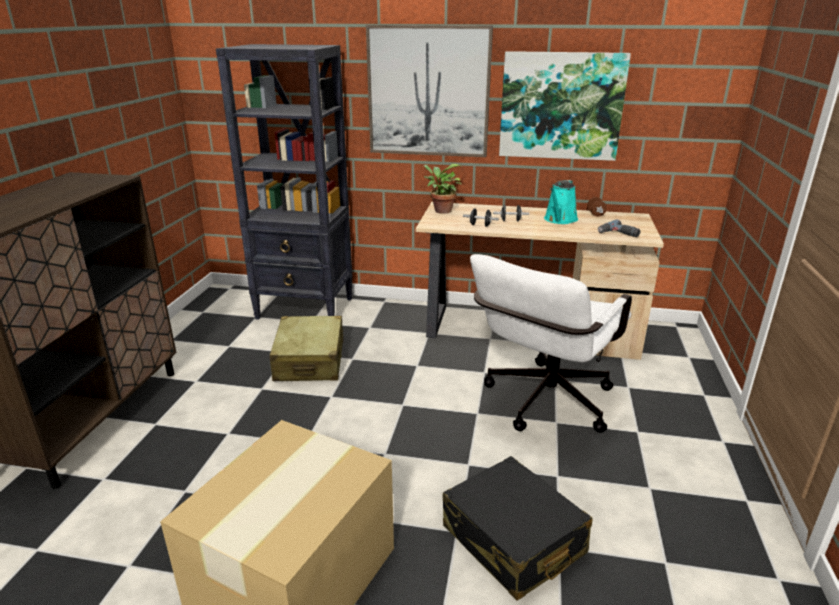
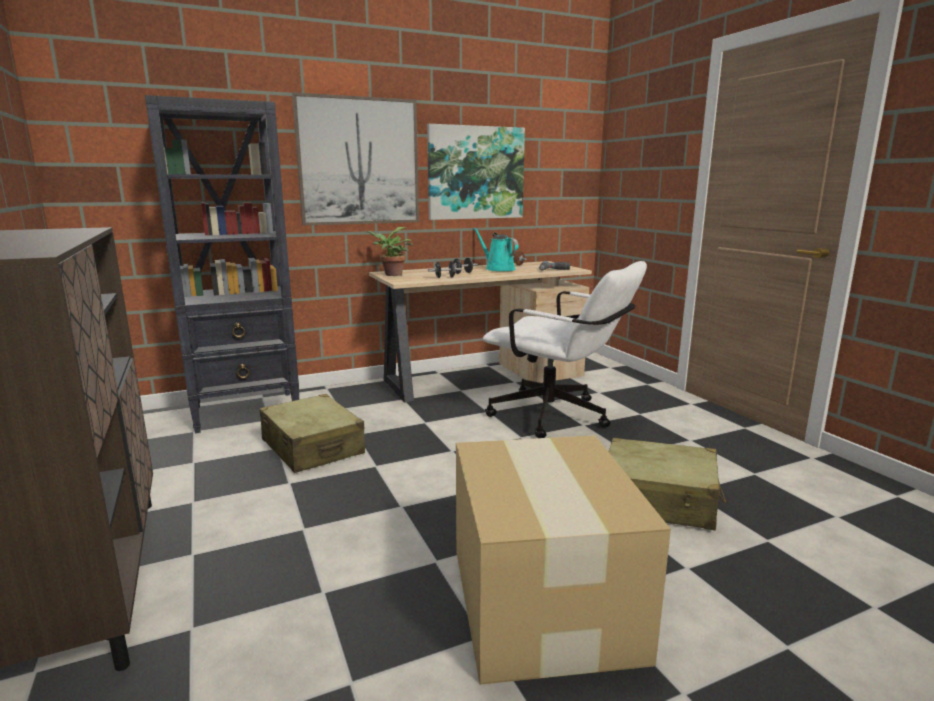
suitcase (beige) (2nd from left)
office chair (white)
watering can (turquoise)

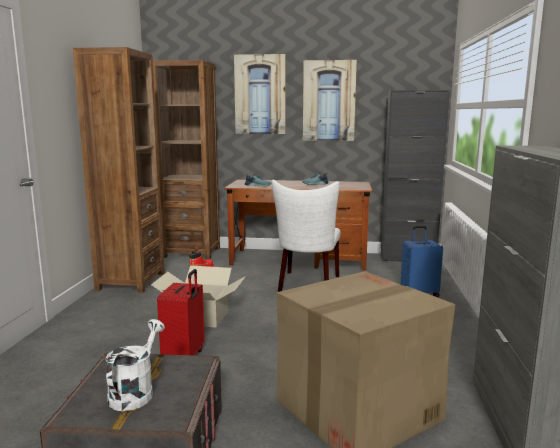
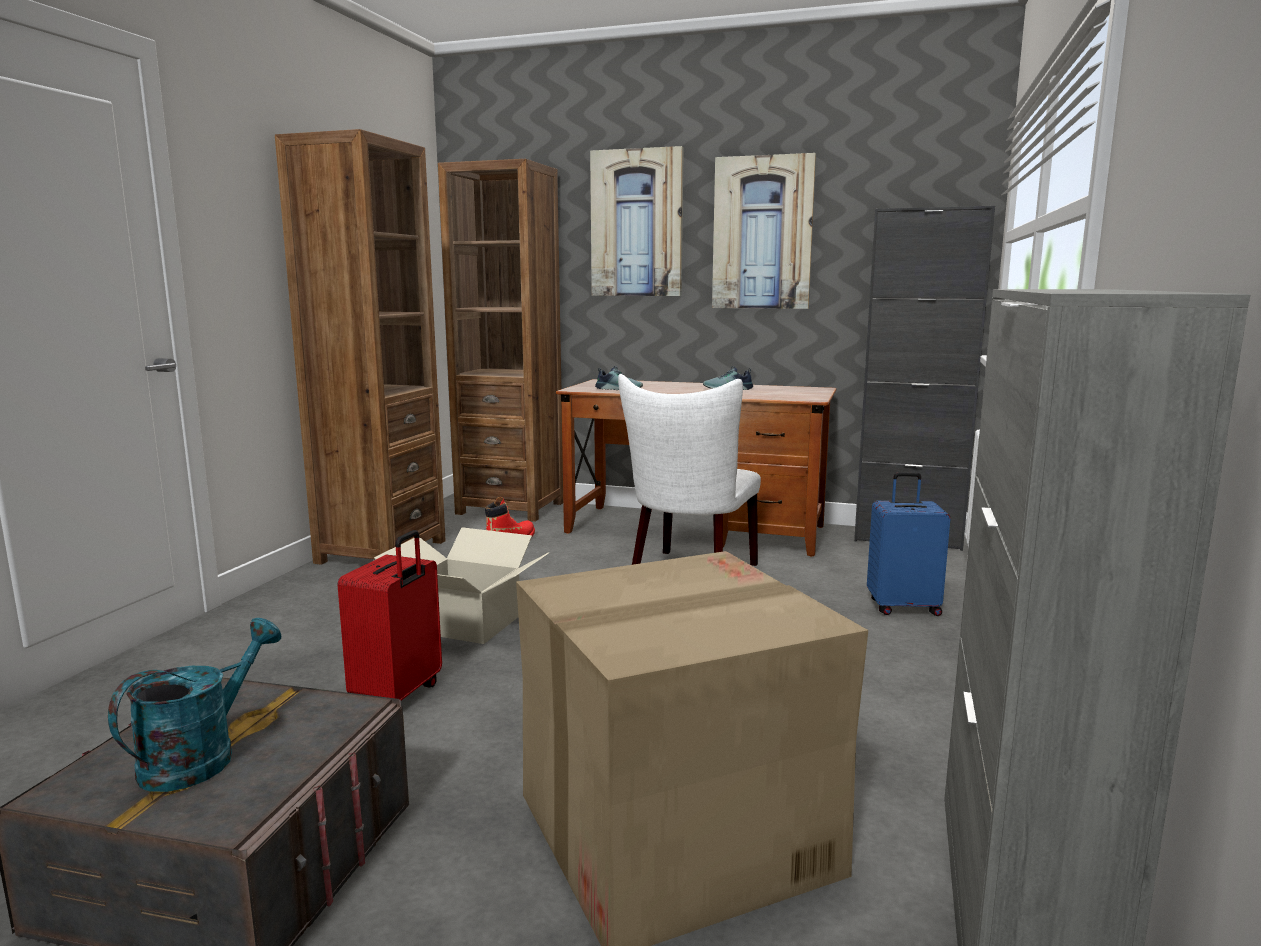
watering can (turquoise)

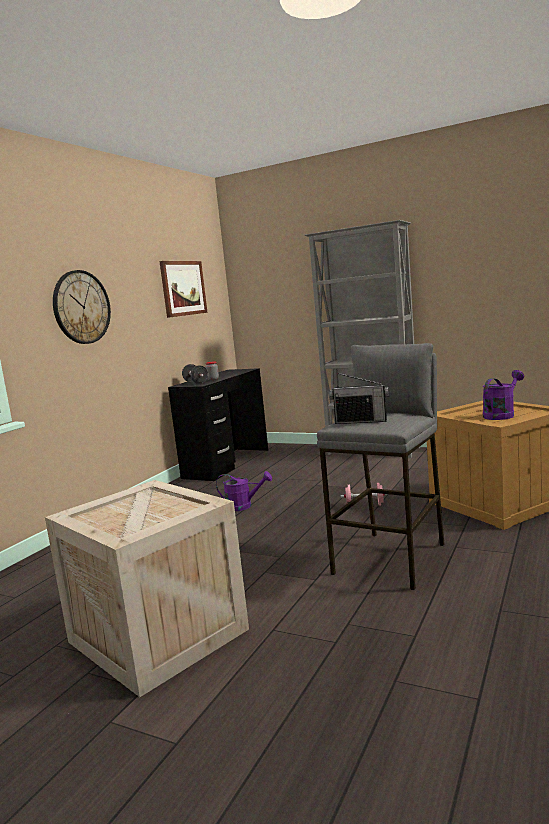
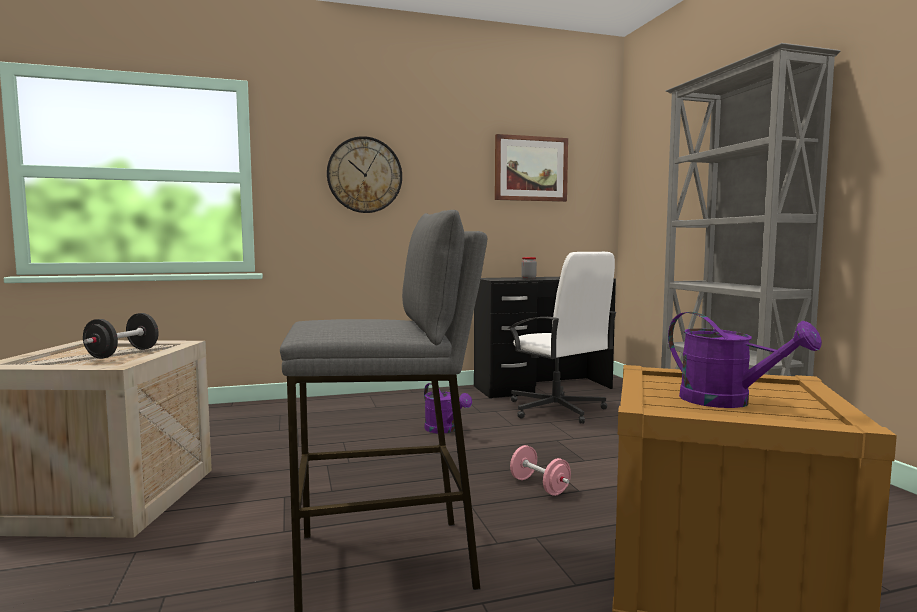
dumbbell (black)
radio
watering can (purple) (2nd from left)
office chair (white)

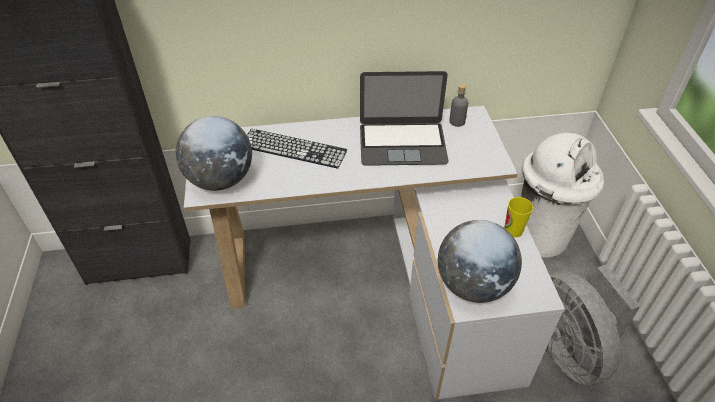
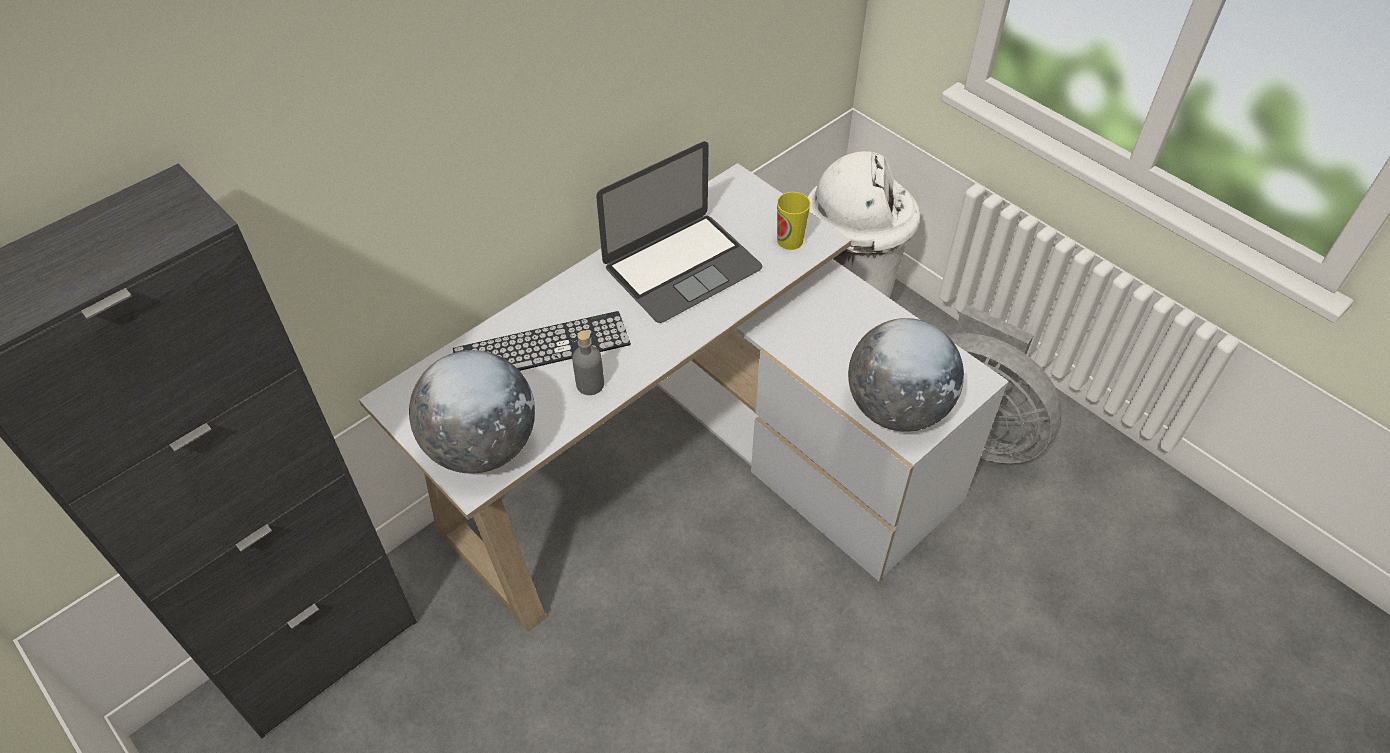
bottle (grey)
cup

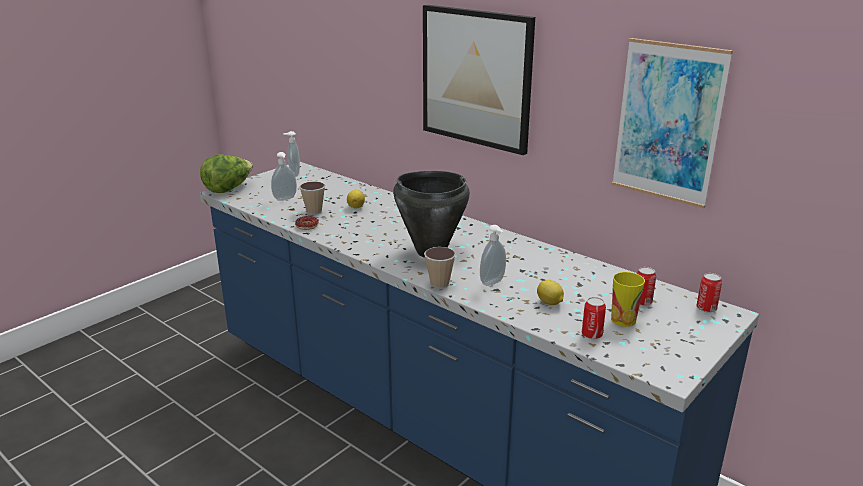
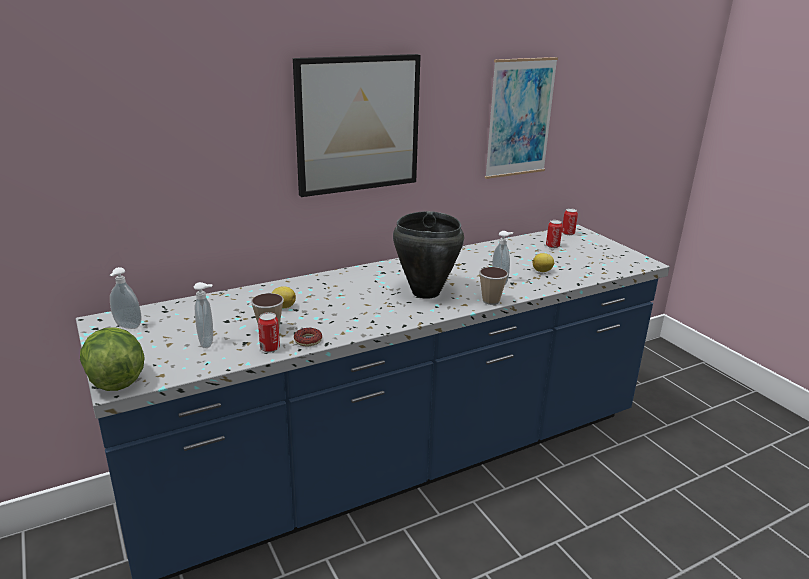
can (1st from left)
cup (3rd from left in the first image)

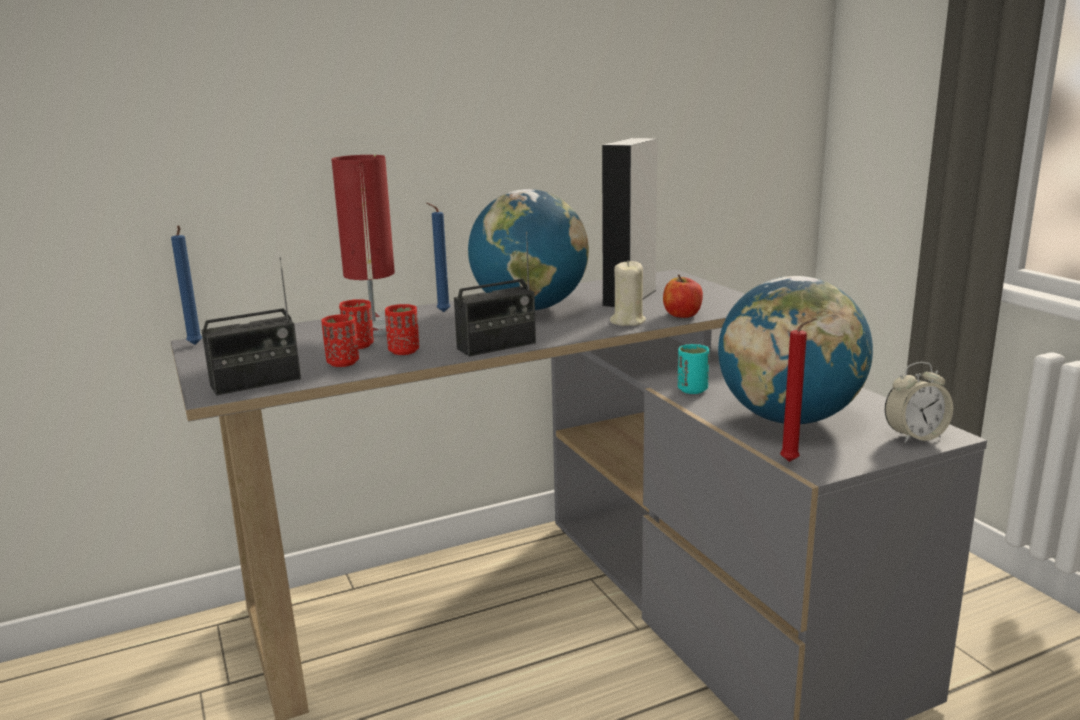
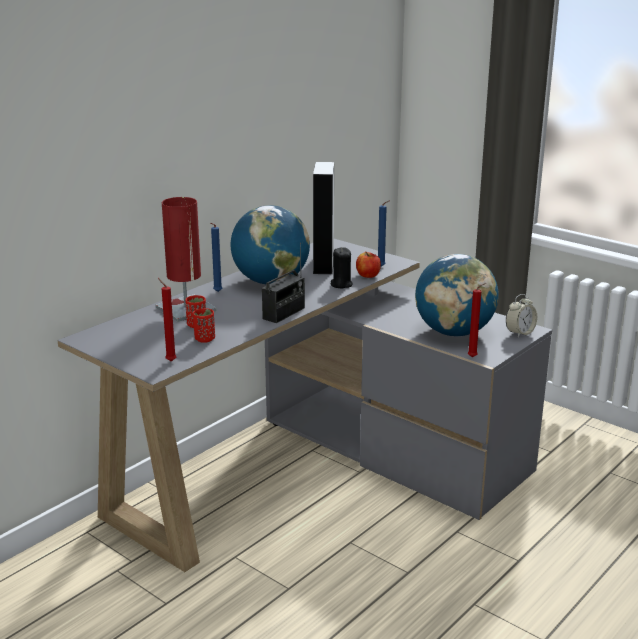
candle (blue) (2nd from left)
candle (red) (1st from left)
cup (red) (3rd from left in the first image)
candle (black)
cup (turquoise)

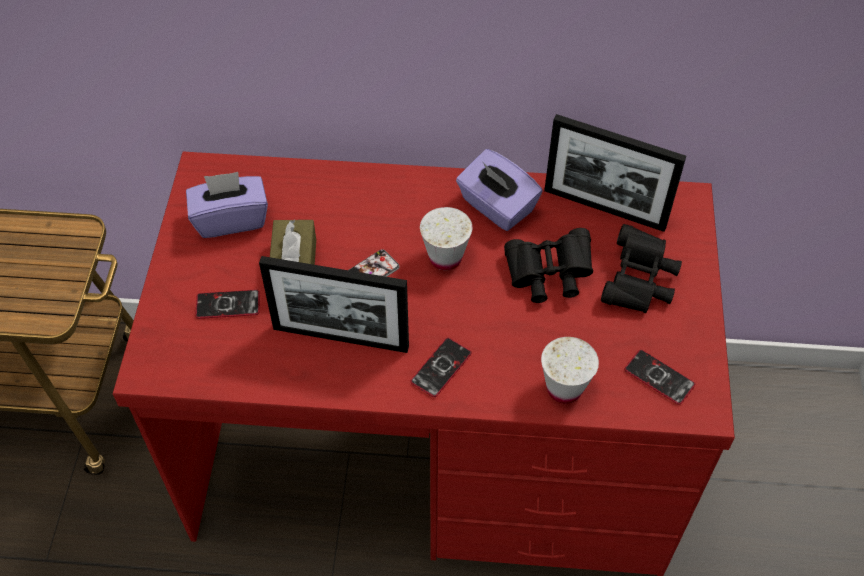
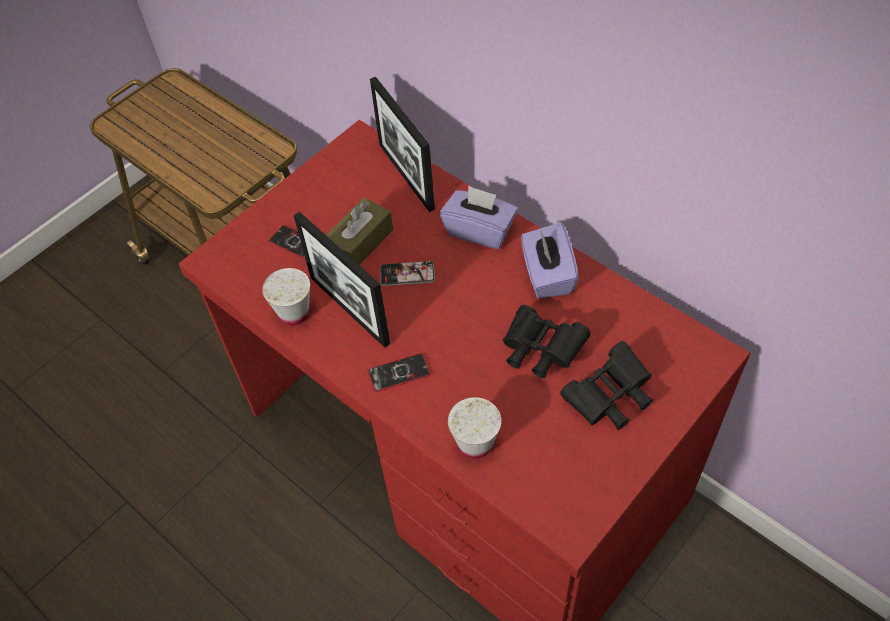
tissue box (purple) (1st from left)
cup (white) (1st from left)
picture frame (2nd from left)
phone (4th from left in the first image)

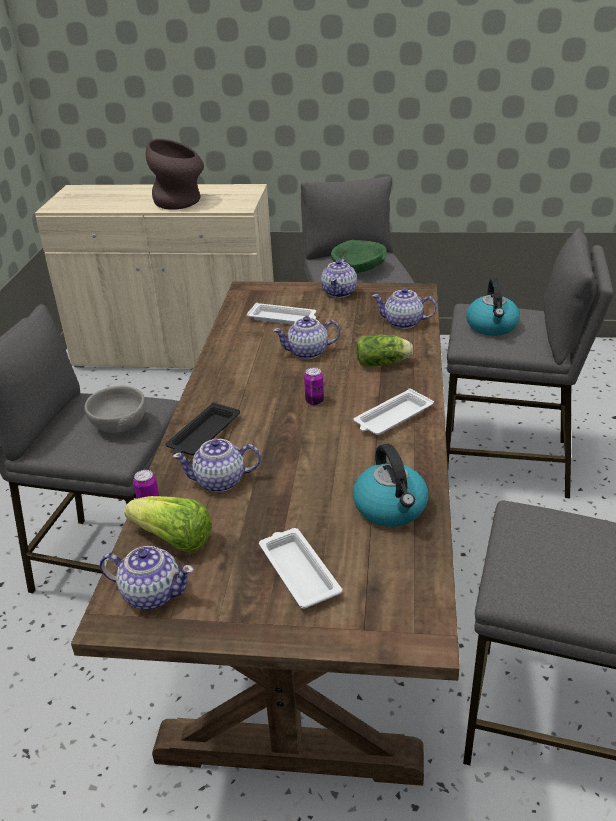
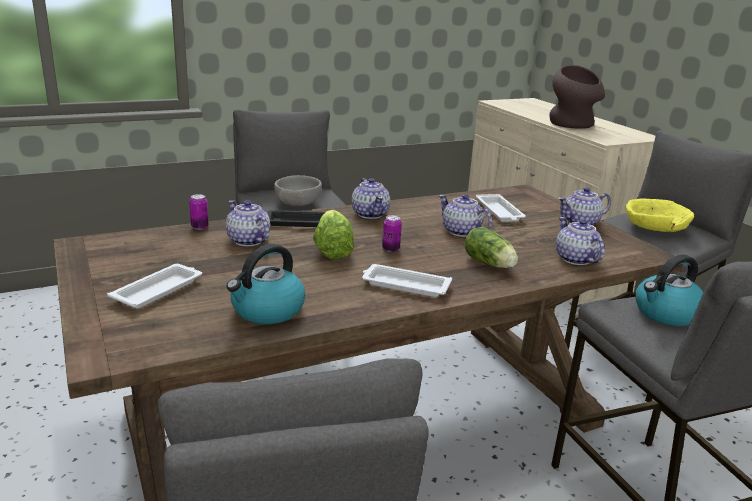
teapot (2nd from left)
lettuce (1st from left)
bowl (yellow)

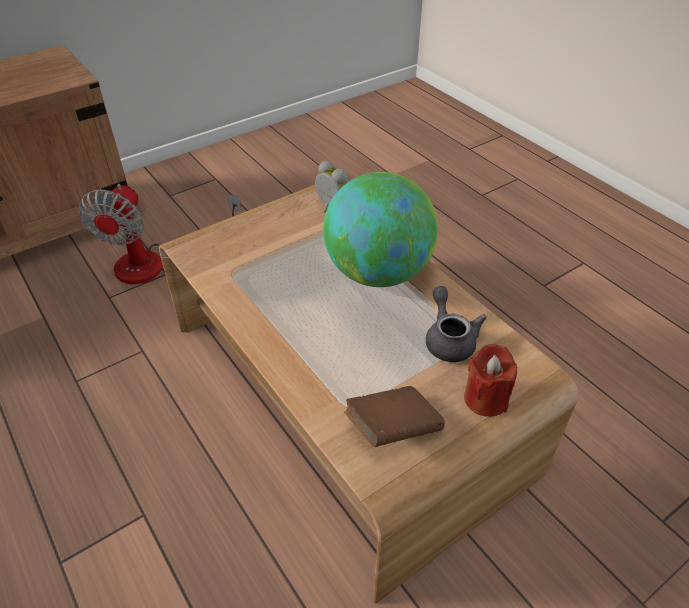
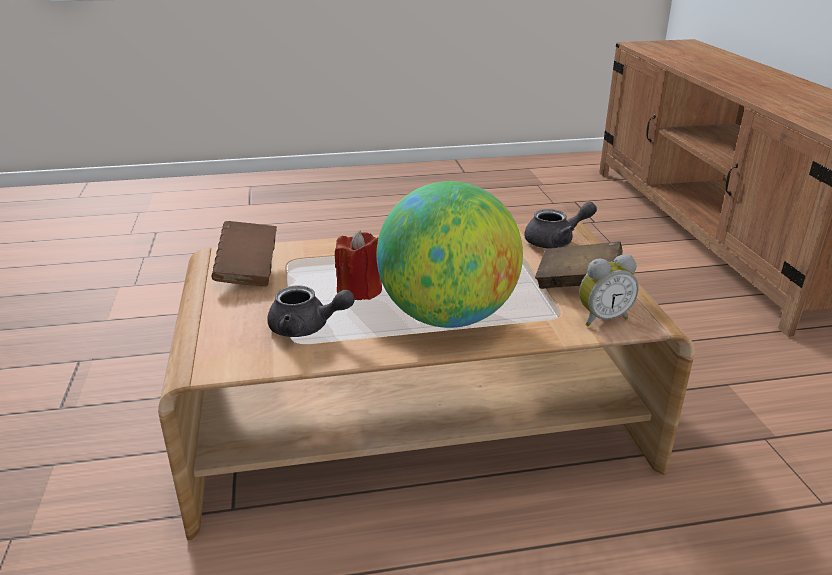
fan
candle (red)
teapot (grey) (2nd from left)
book (brown) (2nd from left)

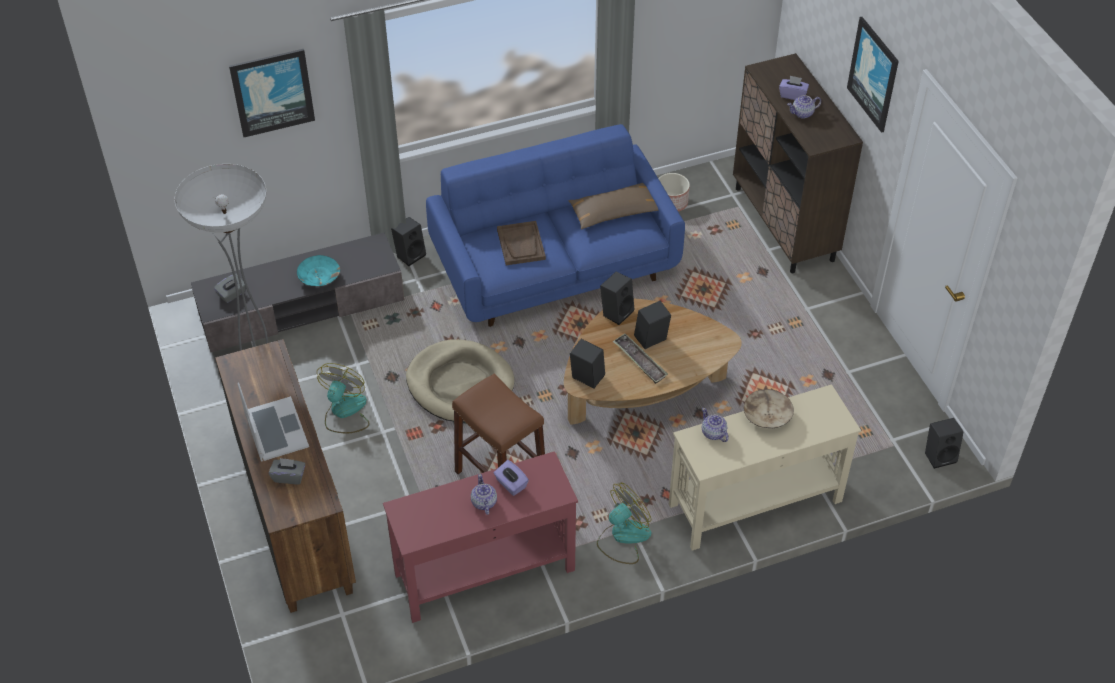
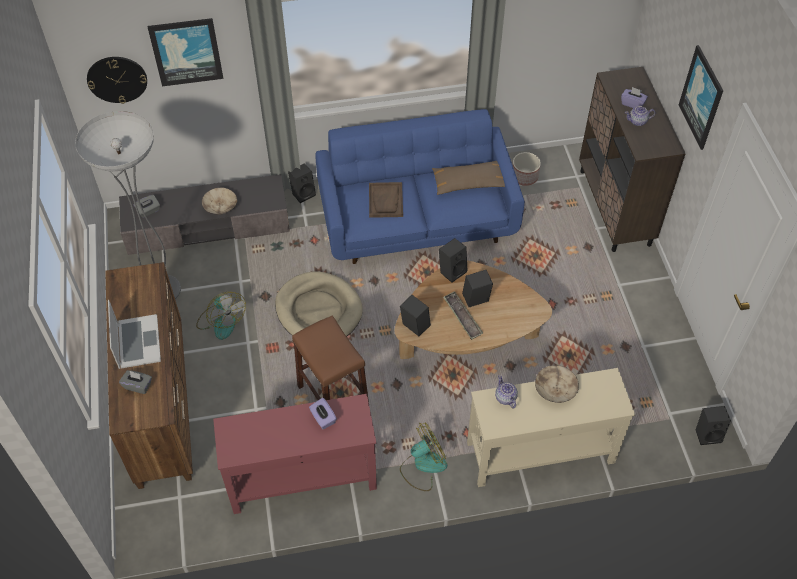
bowl (beige) (1st from left)
fan (1st from left)
teapot (1st from left in the first image)
wall clock

